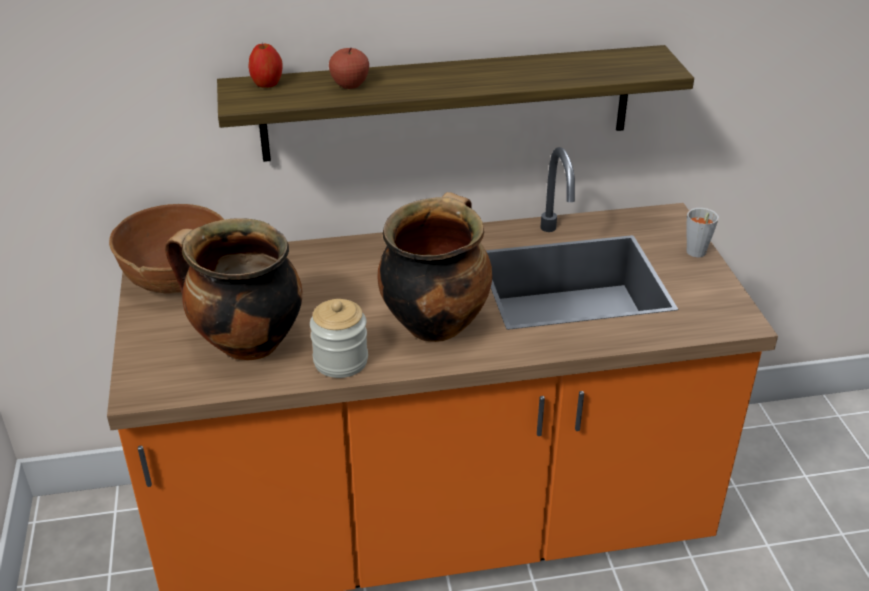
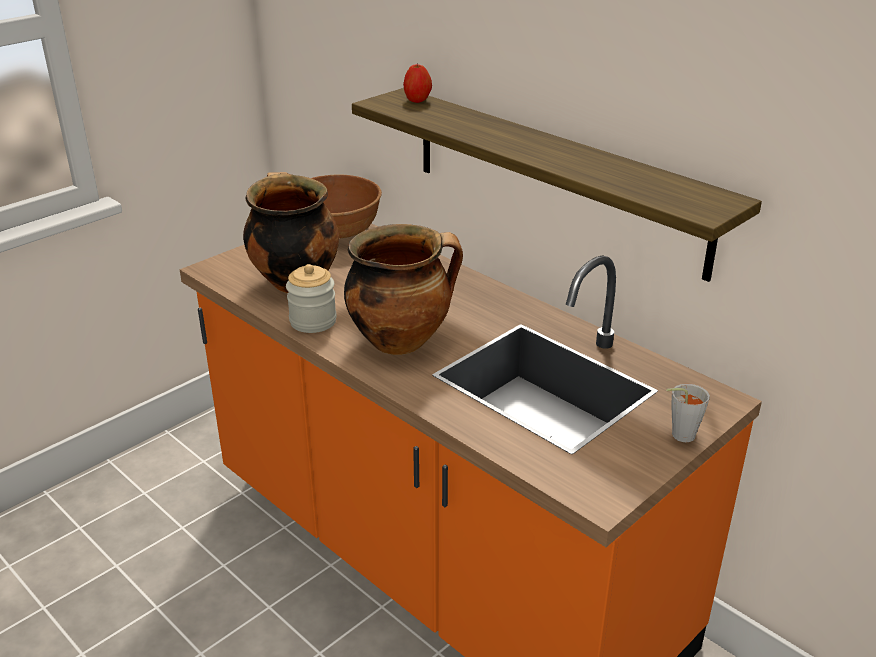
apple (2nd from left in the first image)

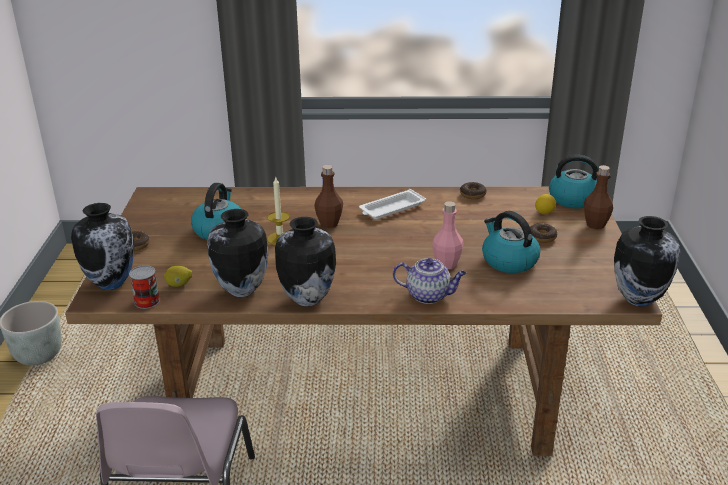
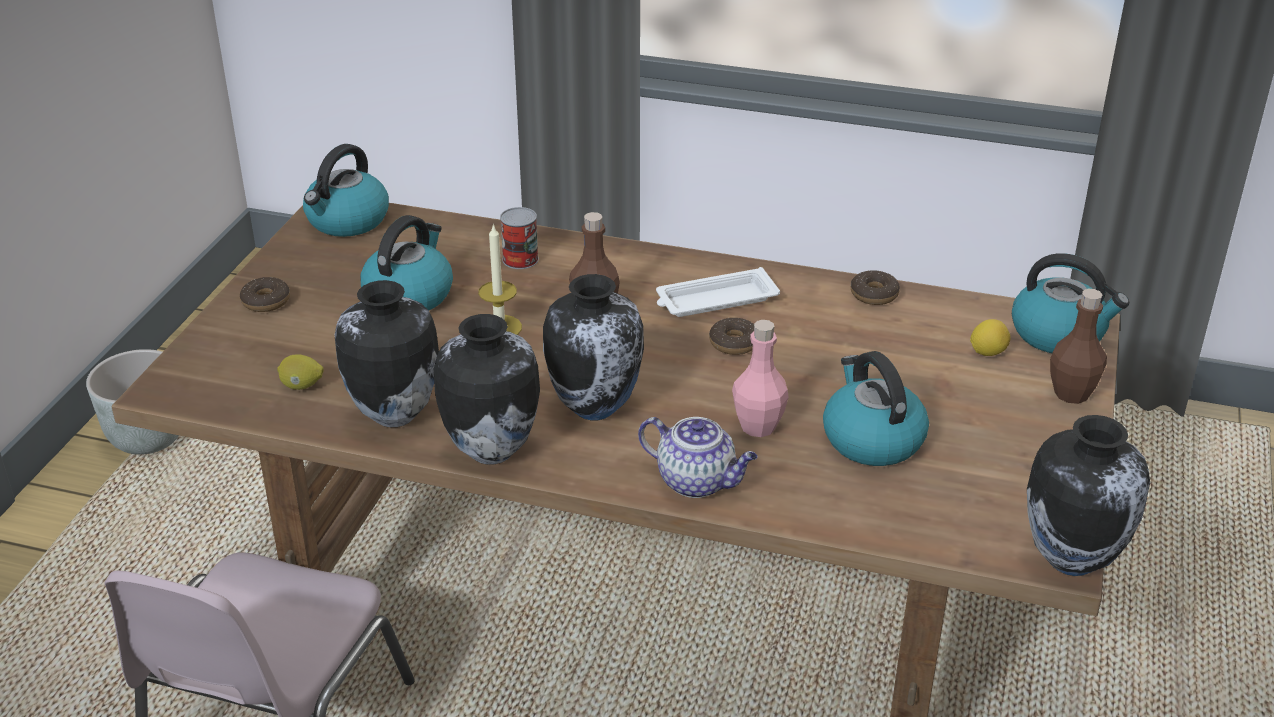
vase (3rd from left)
can
donut (2nd from left)
kettle (1st from left)

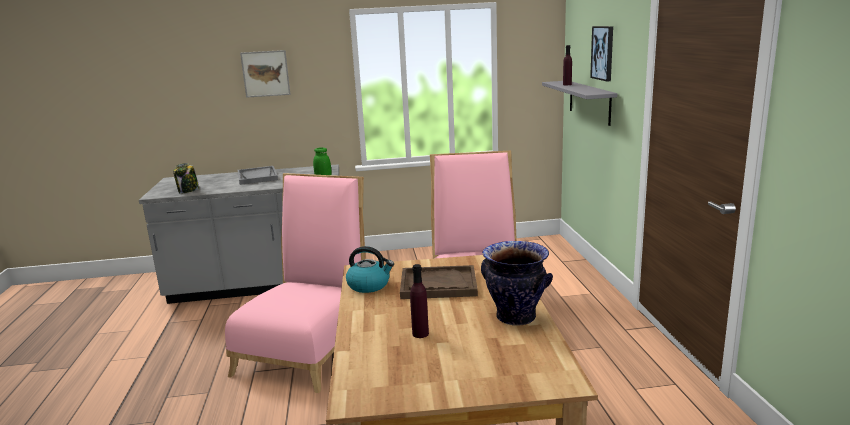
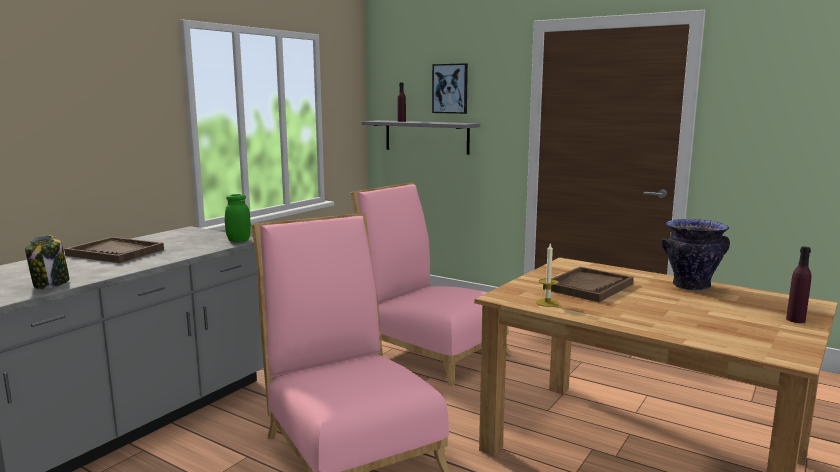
tray (brown) (1st from left)
picture (1st from left in the first image)
candle
bottle (purple) (2nd from left)

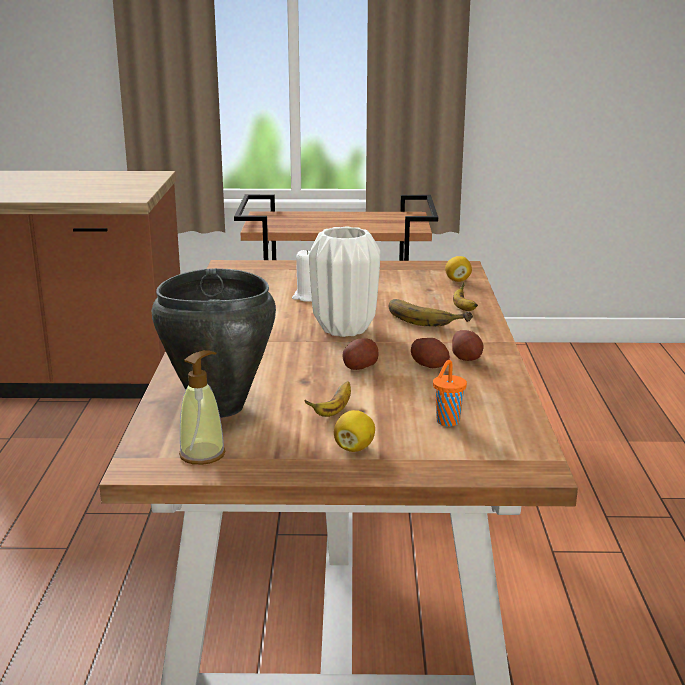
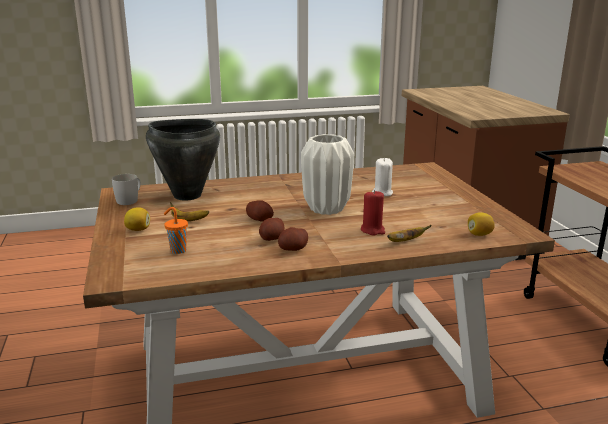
mug (white)
candle (red)

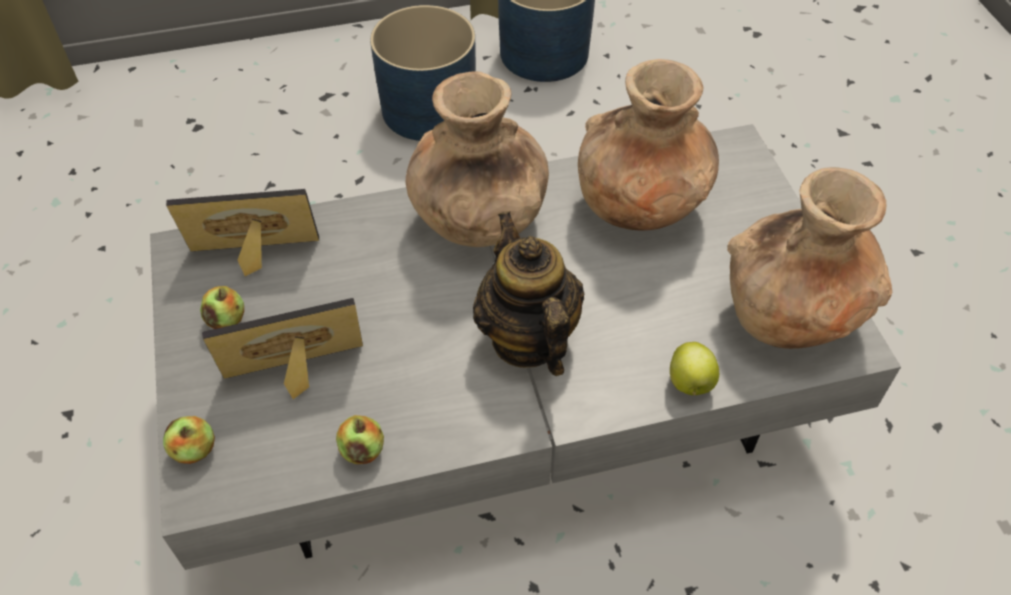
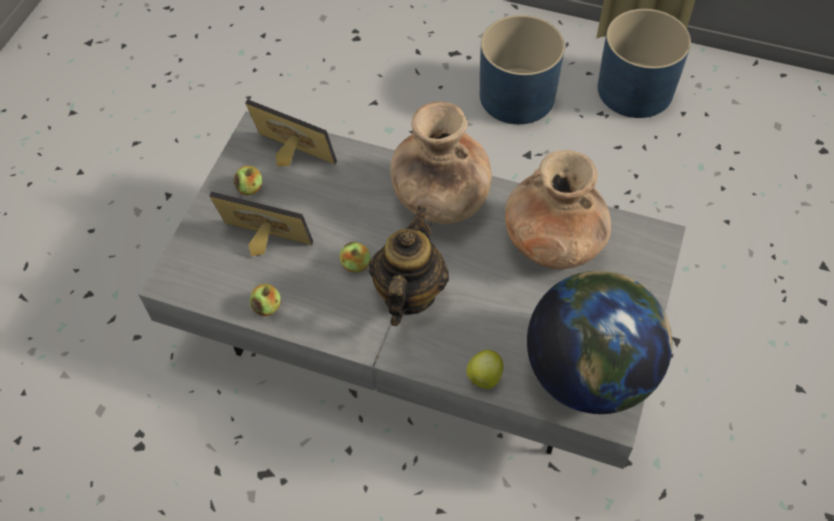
apple (3rd from left)
globe

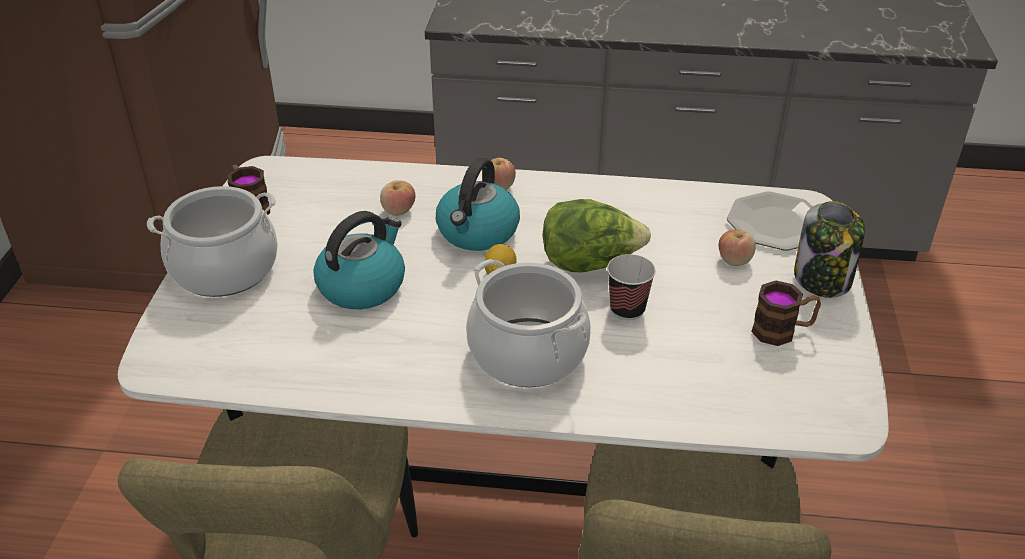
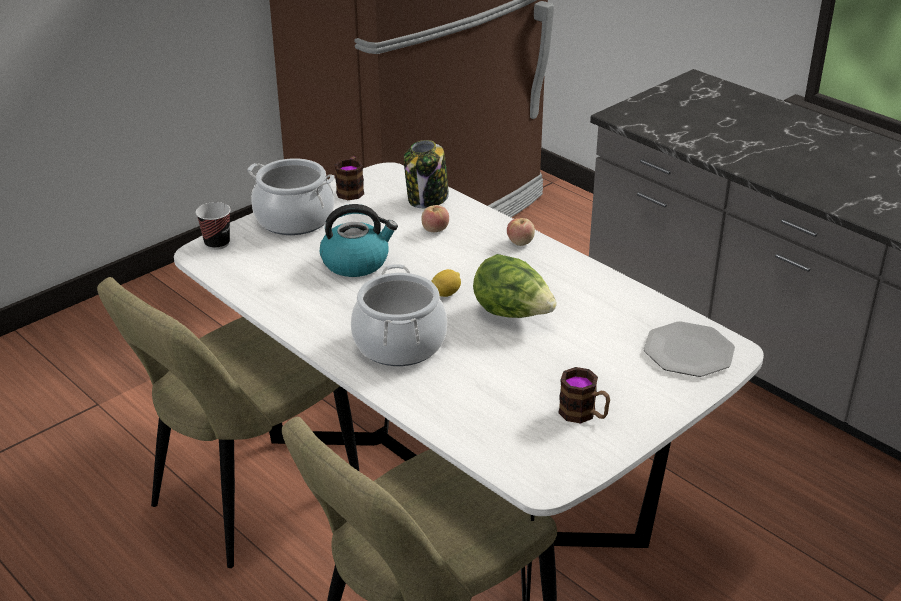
kettle (2nd from left in the first image)
cup
apple (3rd from left in the first image)
jar

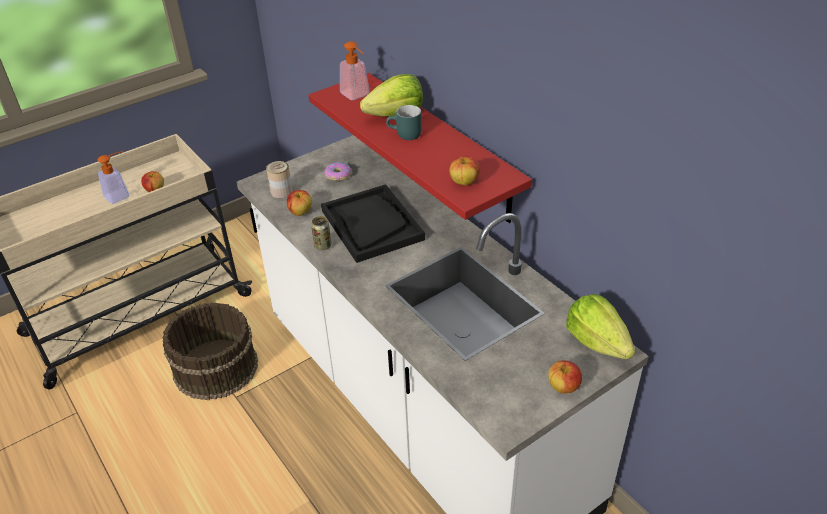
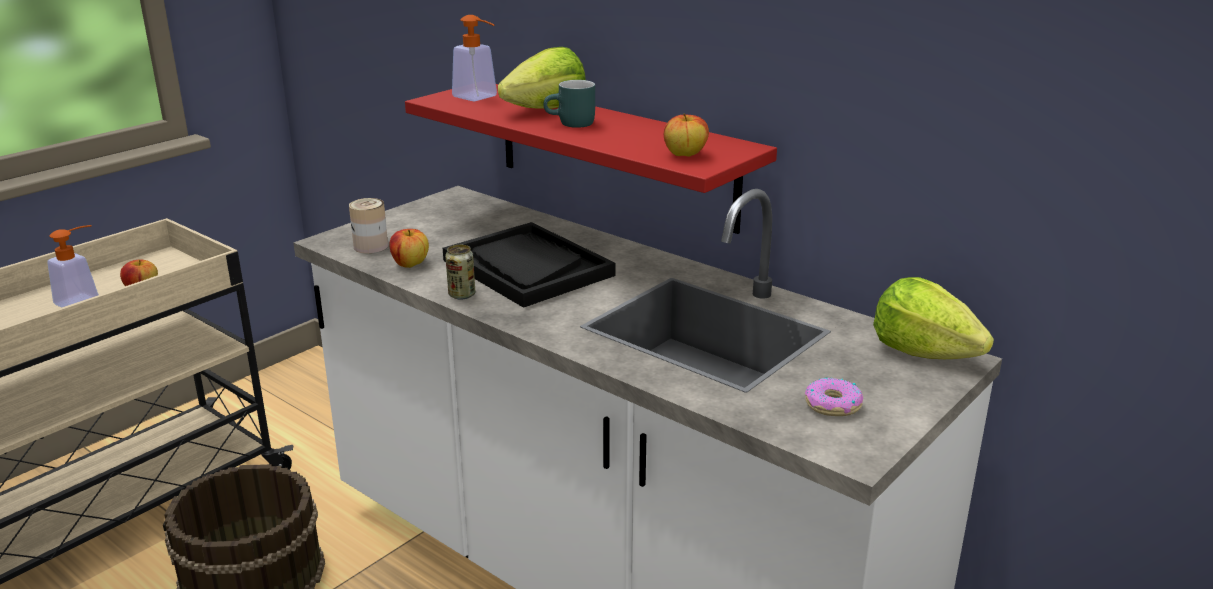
donut
apple (4th from left in the first image)

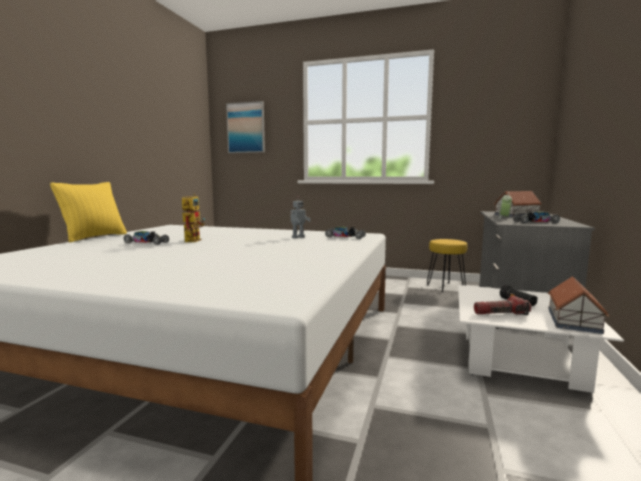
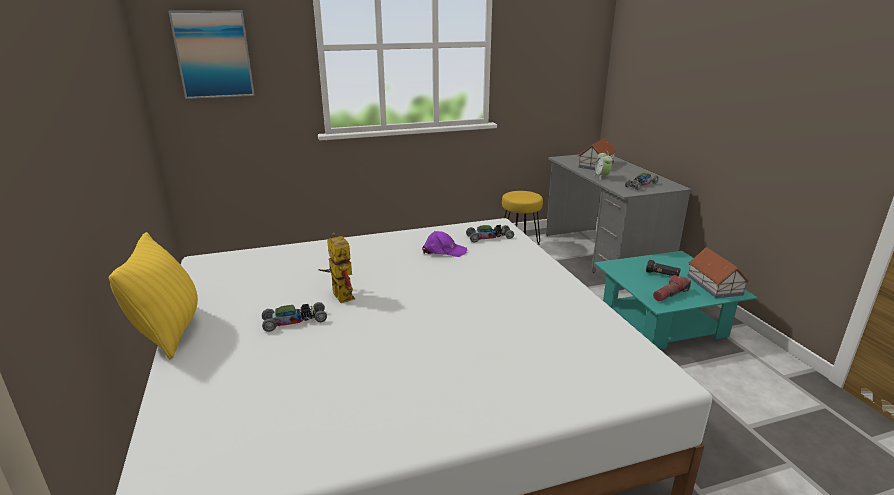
cap (purple)
coffee table (turquoise)

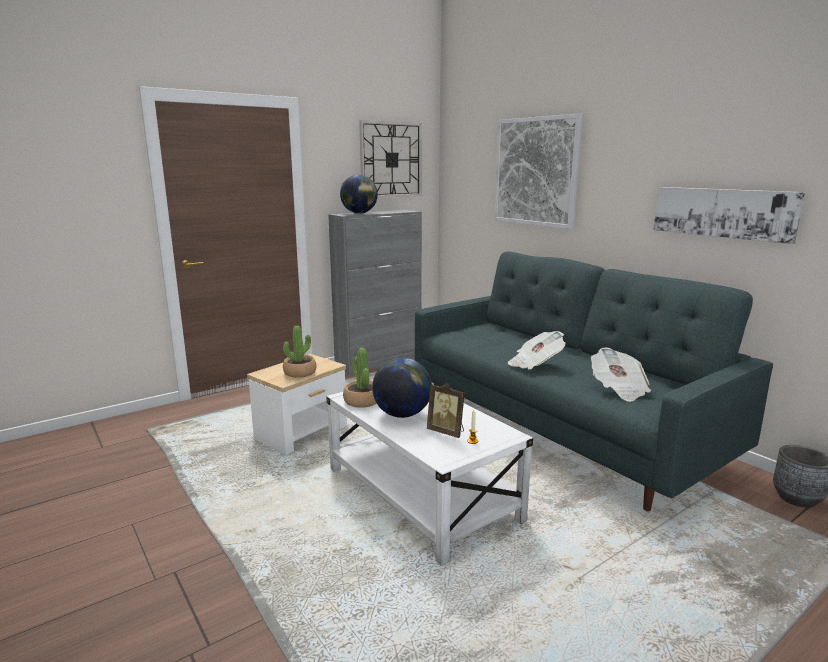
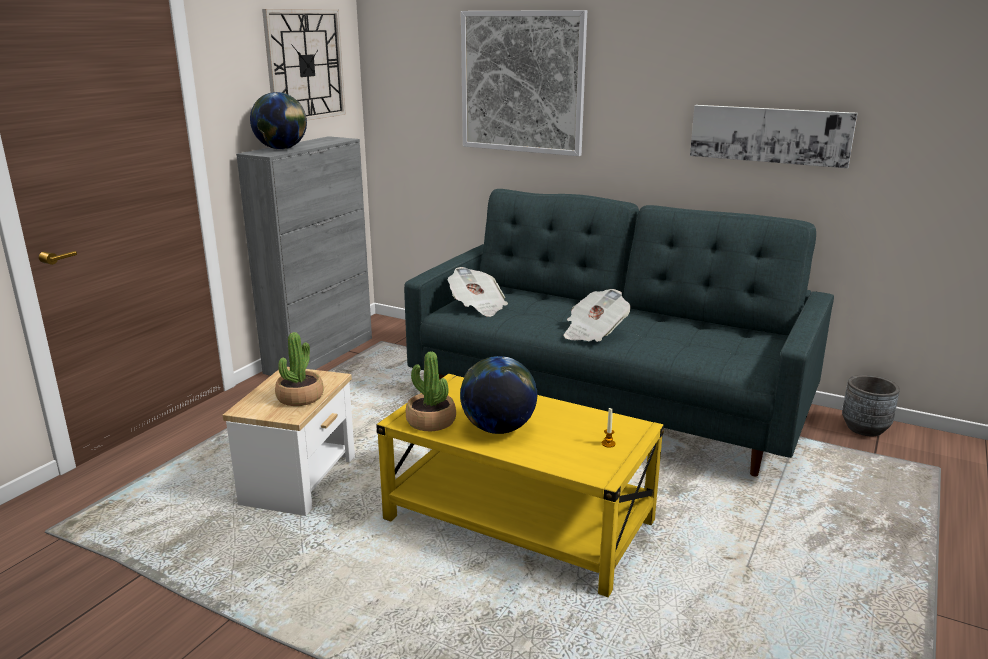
coffee table (yellow)
picture frame
newspaper (1st from left)

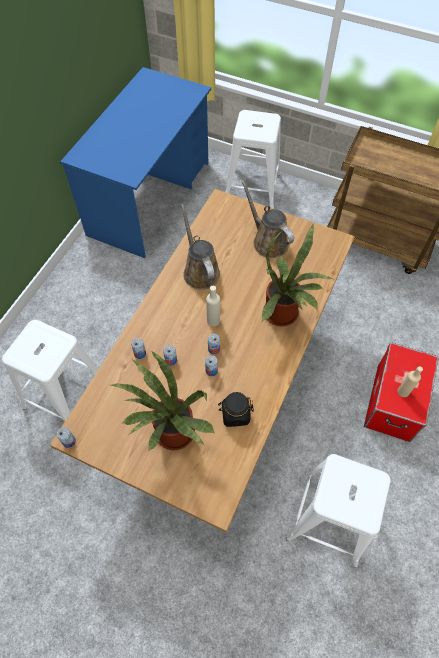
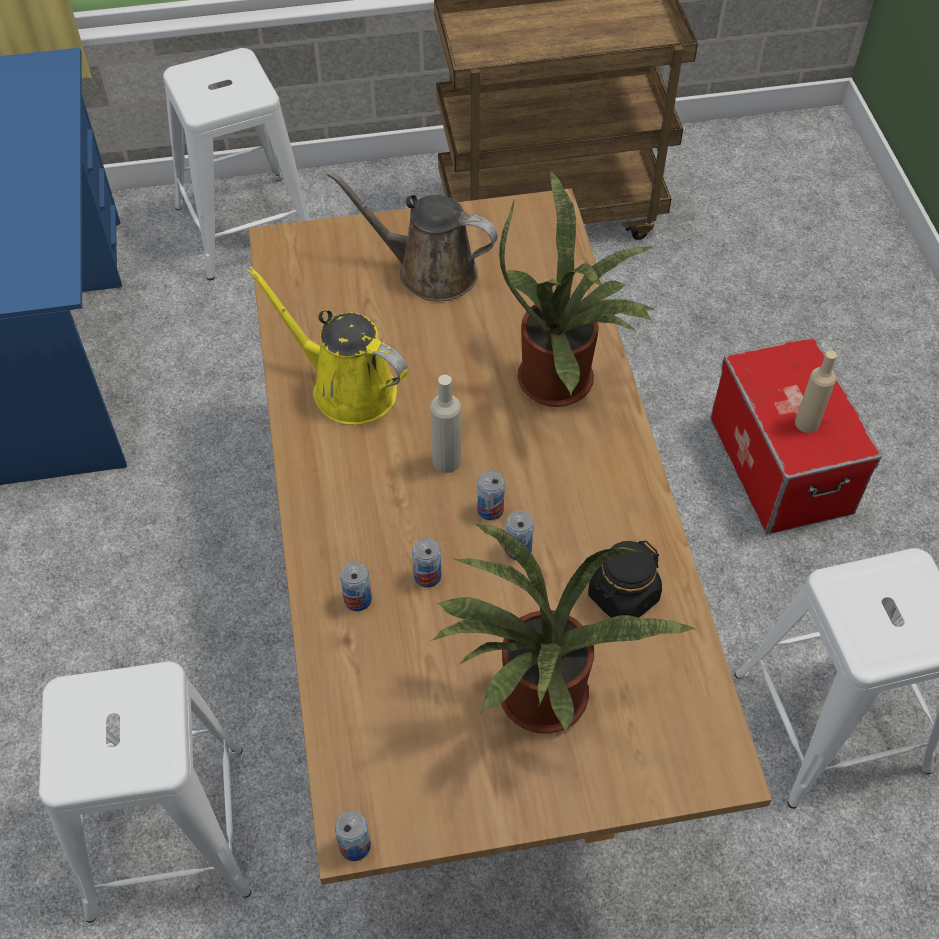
watering can (yellow)

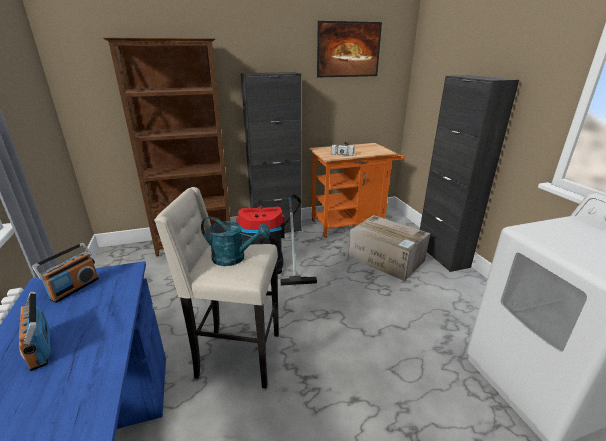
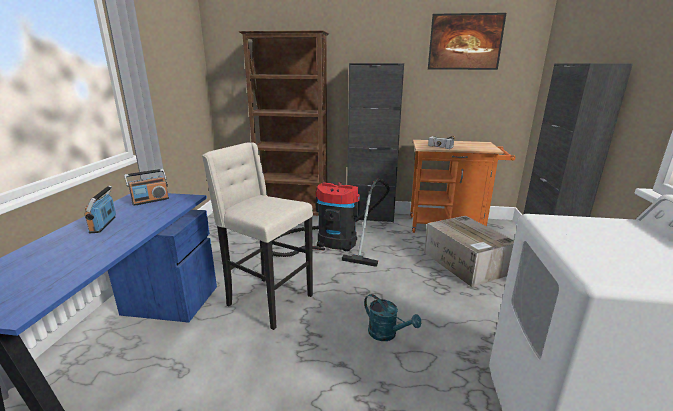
watering can (turquoise)

